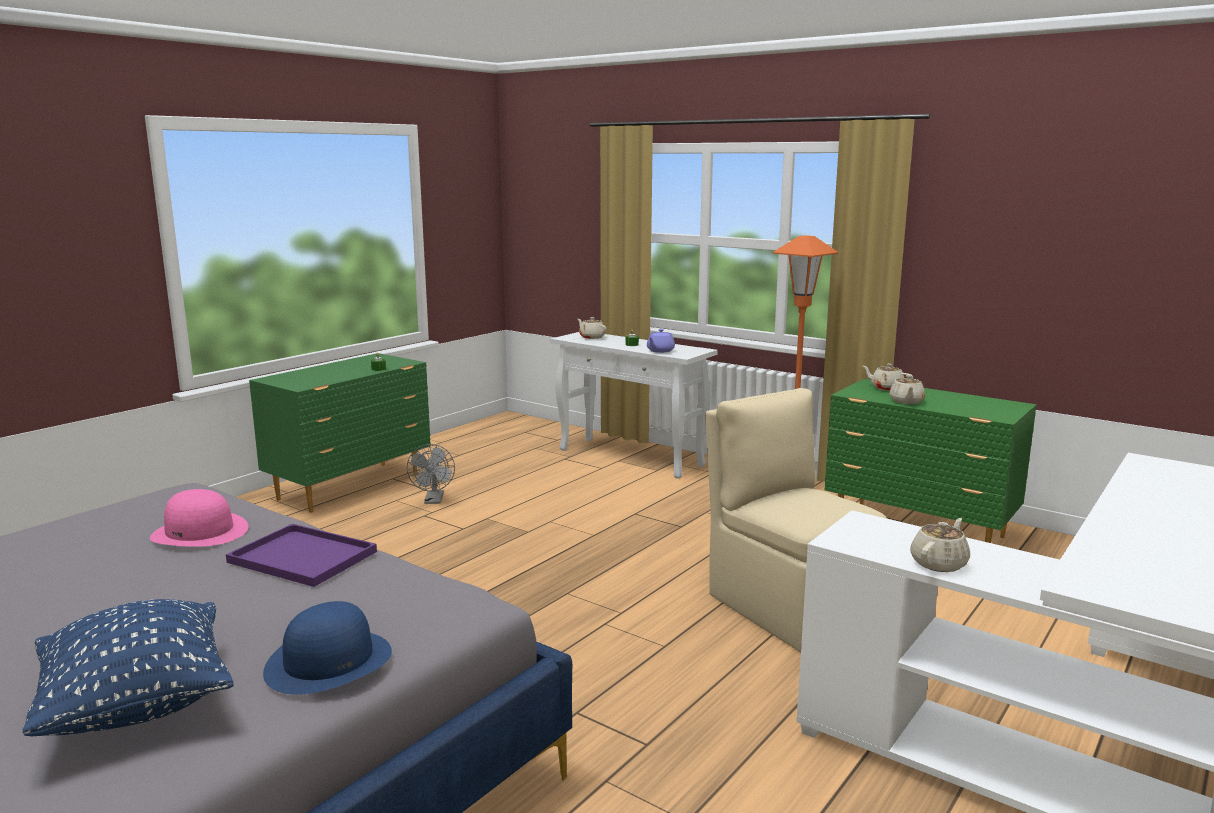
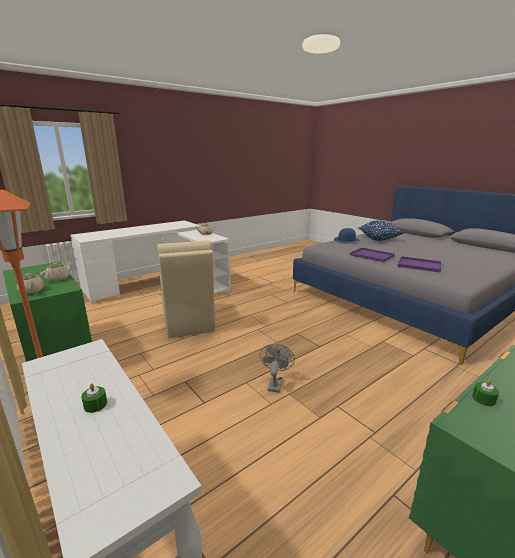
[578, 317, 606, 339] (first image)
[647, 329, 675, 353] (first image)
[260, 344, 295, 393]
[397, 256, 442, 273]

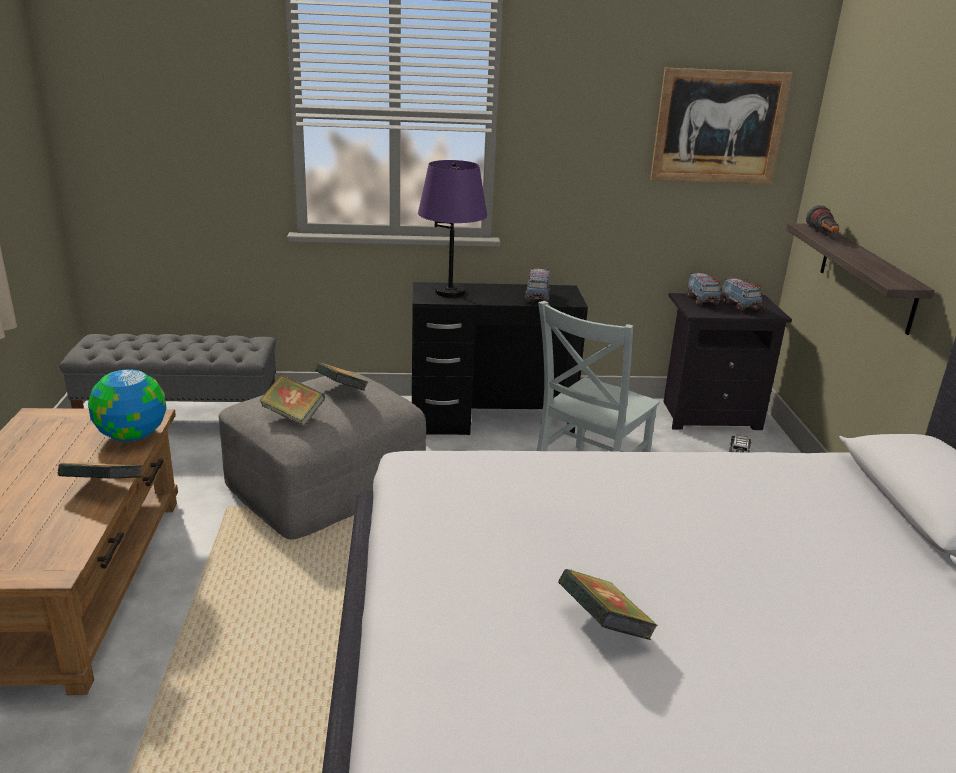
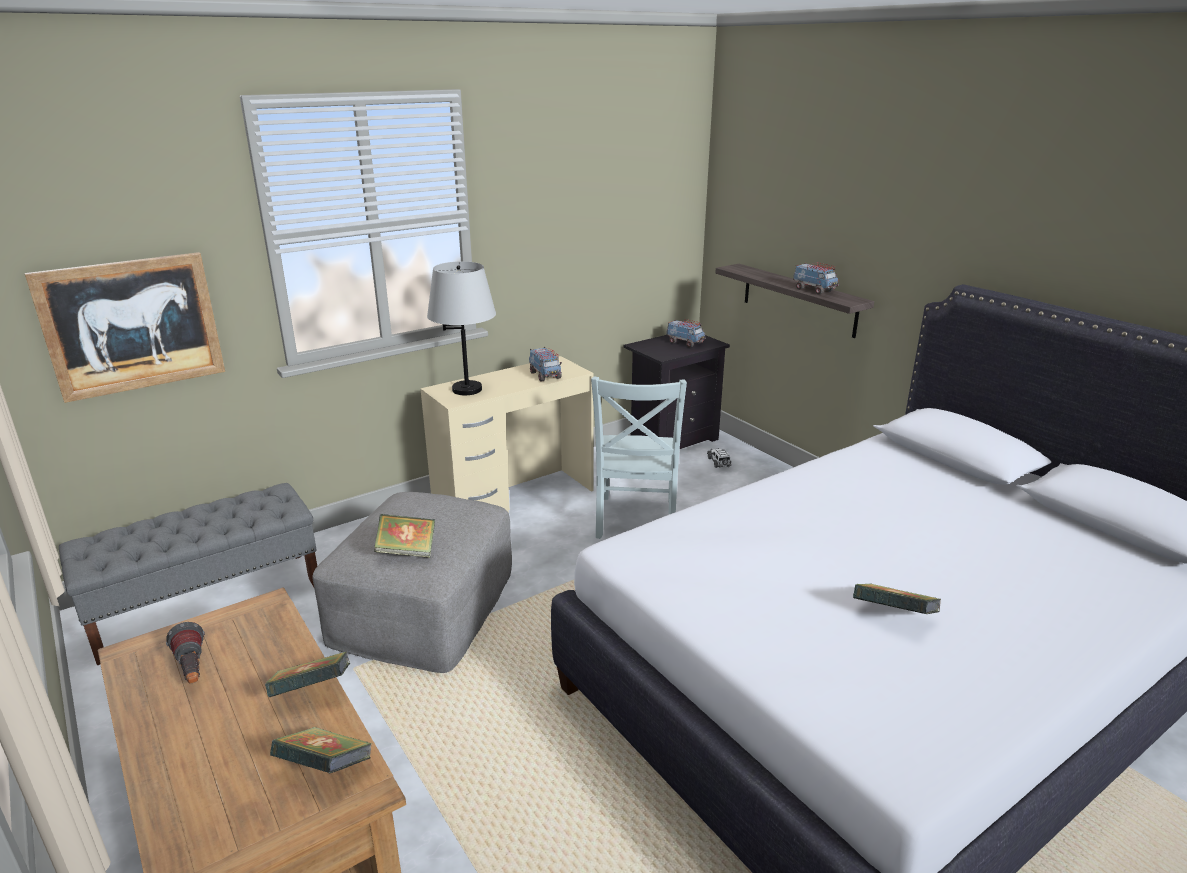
[88, 369, 167, 442] (first image)
[270, 727, 372, 774]
[25, 252, 225, 403]
[793, 263, 839, 295]
[166, 622, 205, 684]
[420, 356, 593, 513]
[427, 261, 496, 395]

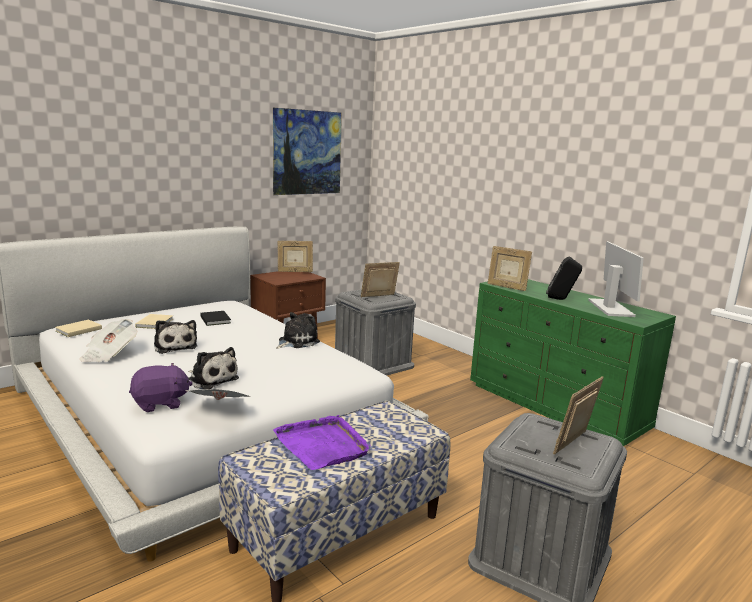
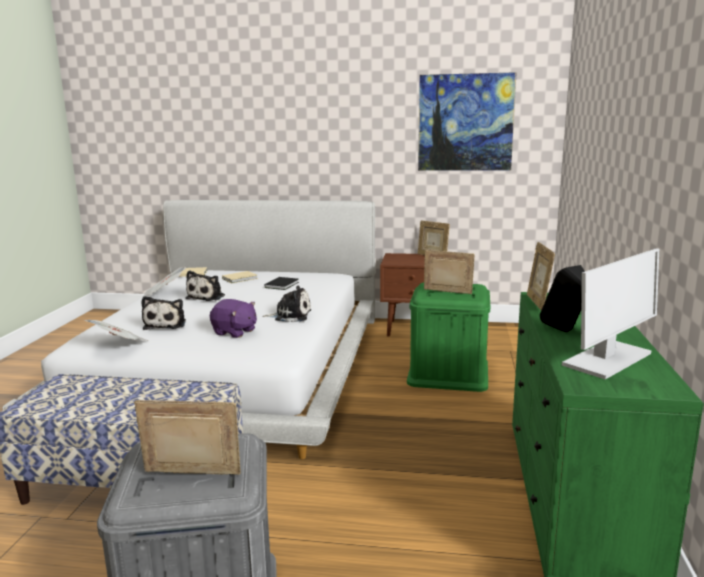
[273, 415, 370, 470] (first image)
[210, 299, 257, 338]
[407, 282, 490, 392]

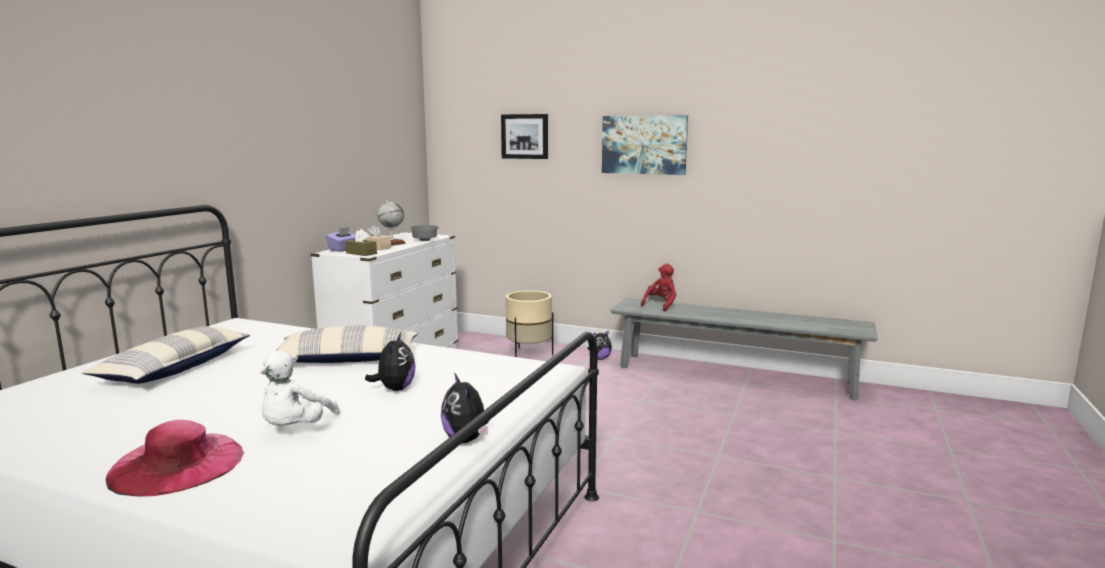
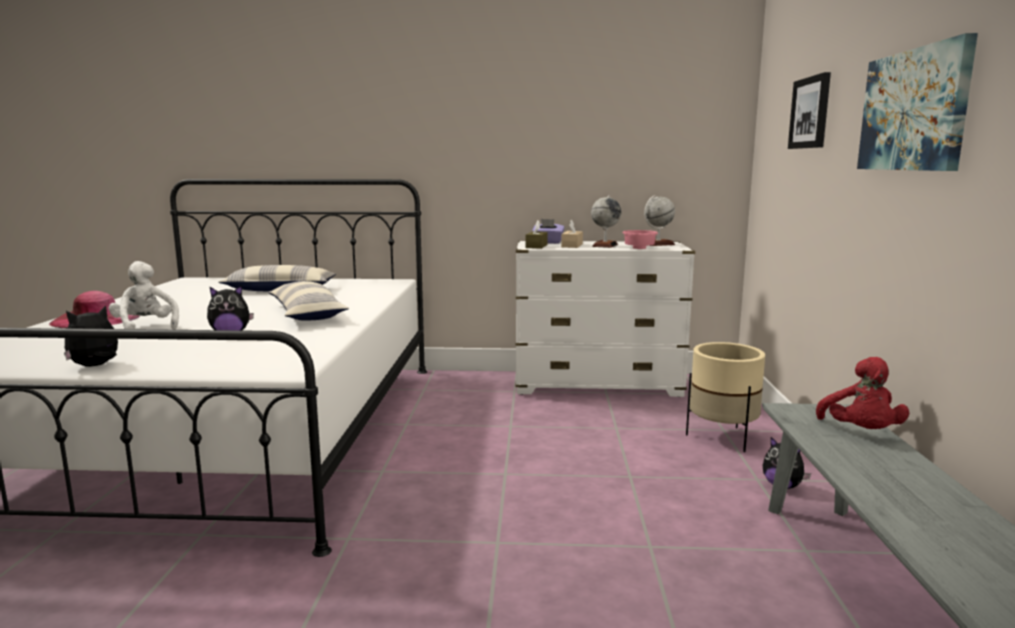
[644, 195, 675, 246]
[623, 230, 658, 249]
[109, 261, 179, 330]
[816, 357, 909, 429]

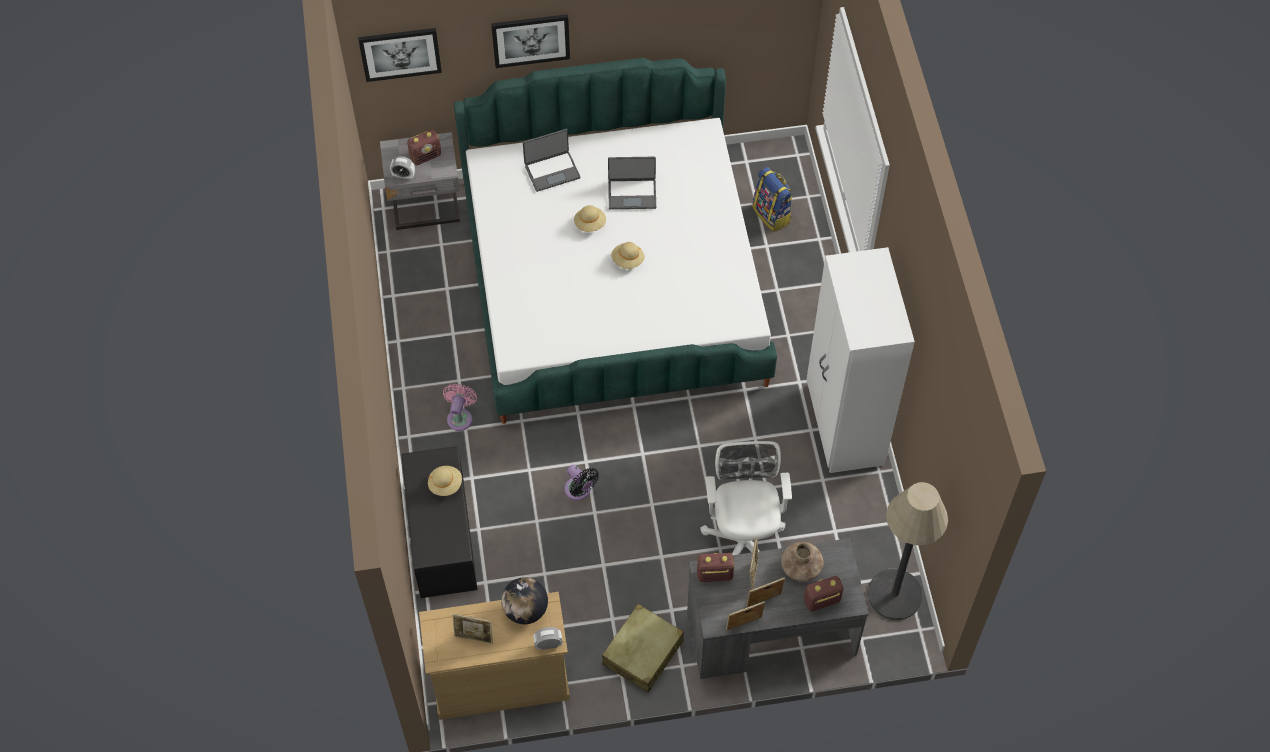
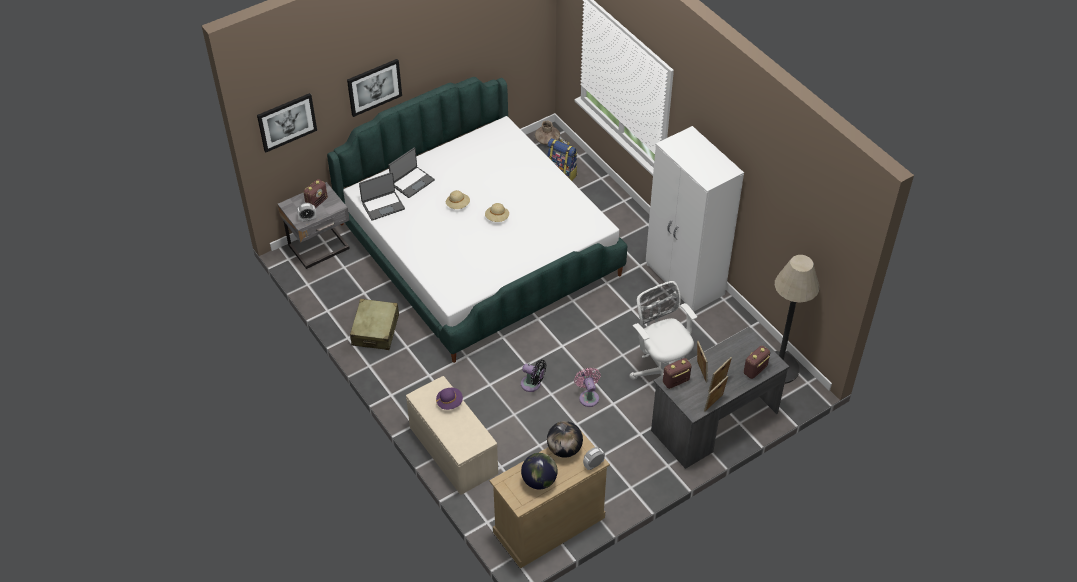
[574, 367, 601, 407]
[350, 299, 399, 350]
[359, 172, 405, 221]
[535, 121, 560, 145]
[521, 453, 558, 490]
[406, 376, 498, 495]
[436, 388, 463, 410]

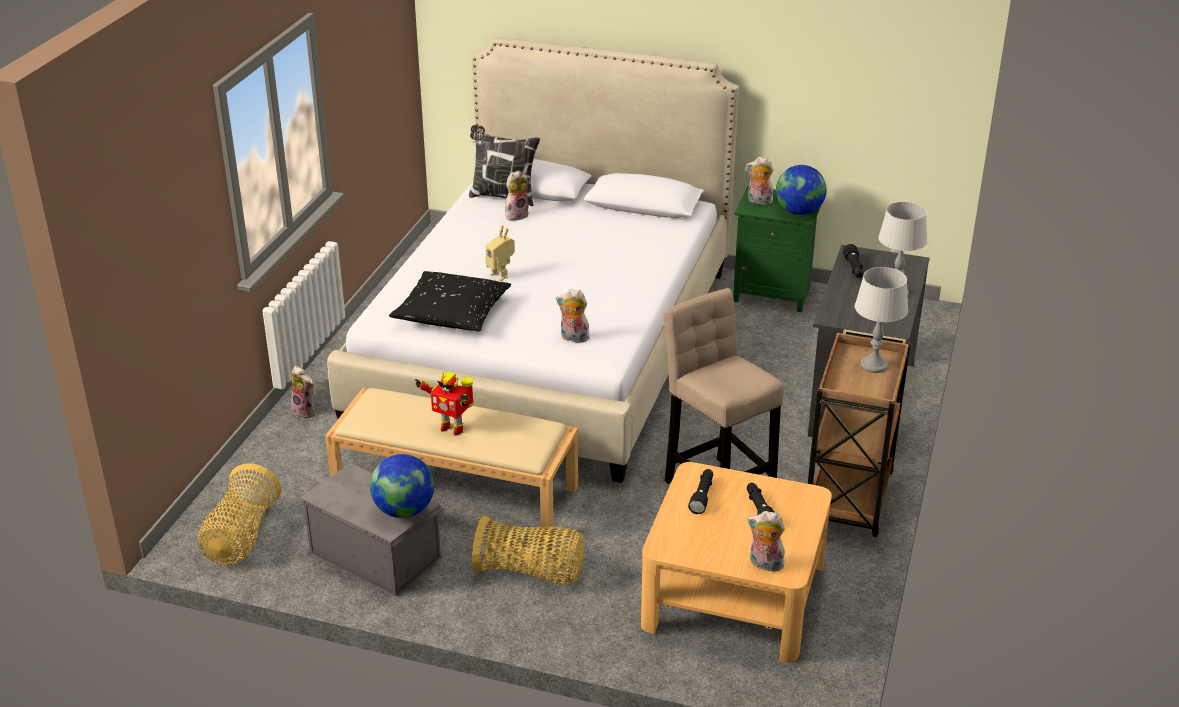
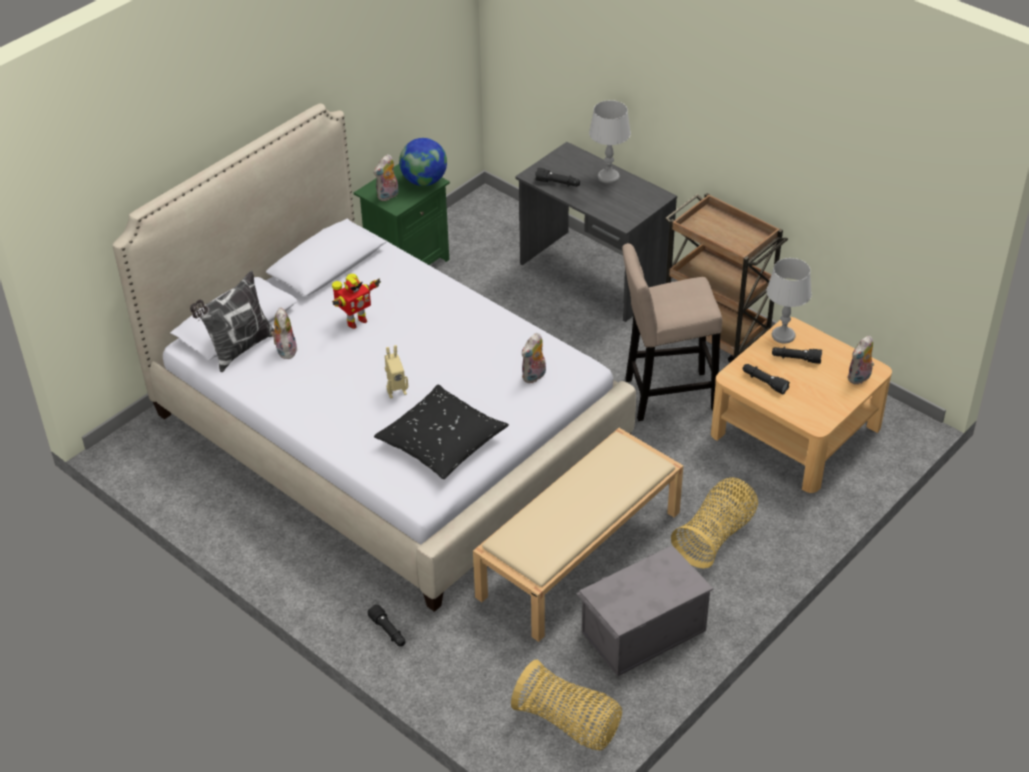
[370, 454, 434, 518] (first image)
[332, 274, 381, 329]
[766, 258, 812, 344]
[368, 604, 406, 647]

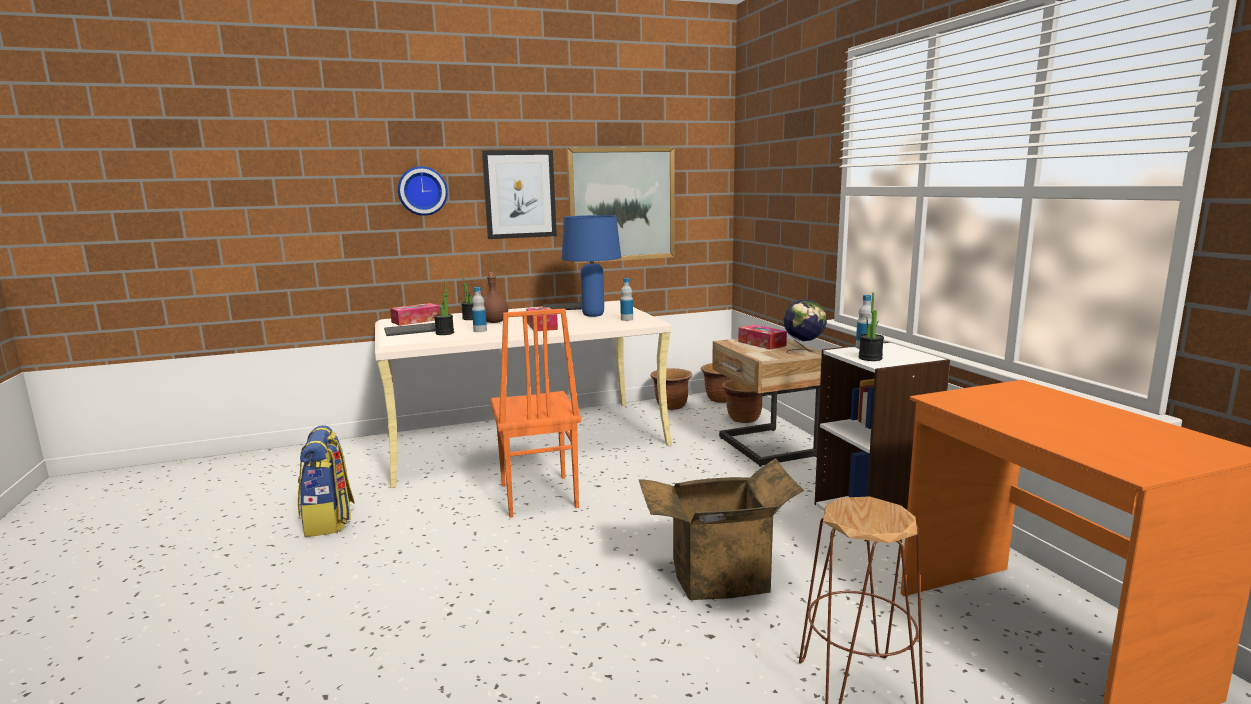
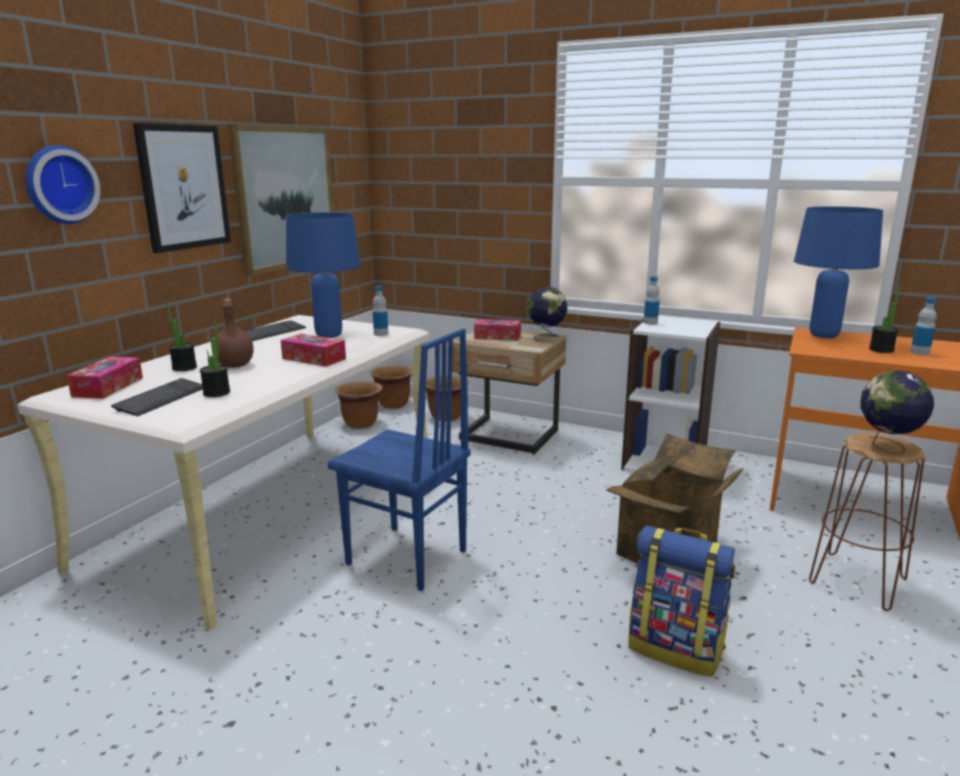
[794, 206, 883, 338]
[860, 371, 934, 454]
[628, 526, 735, 677]
[910, 297, 937, 355]
[869, 286, 900, 353]
[328, 328, 471, 591]

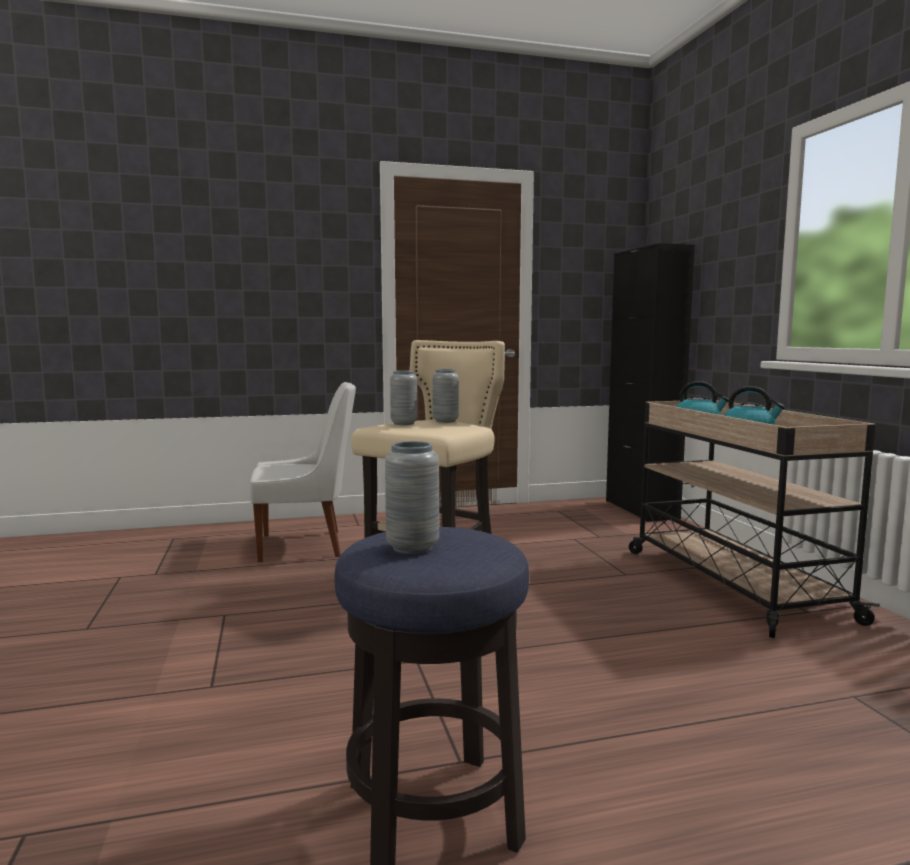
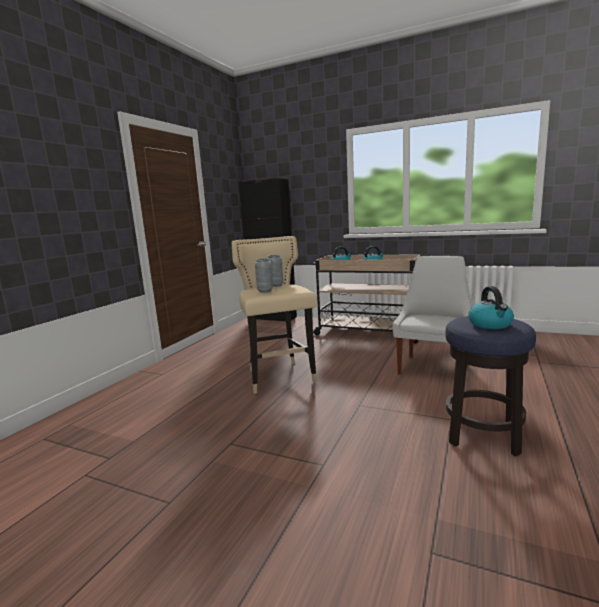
[392, 256, 471, 375]
[468, 286, 514, 329]

